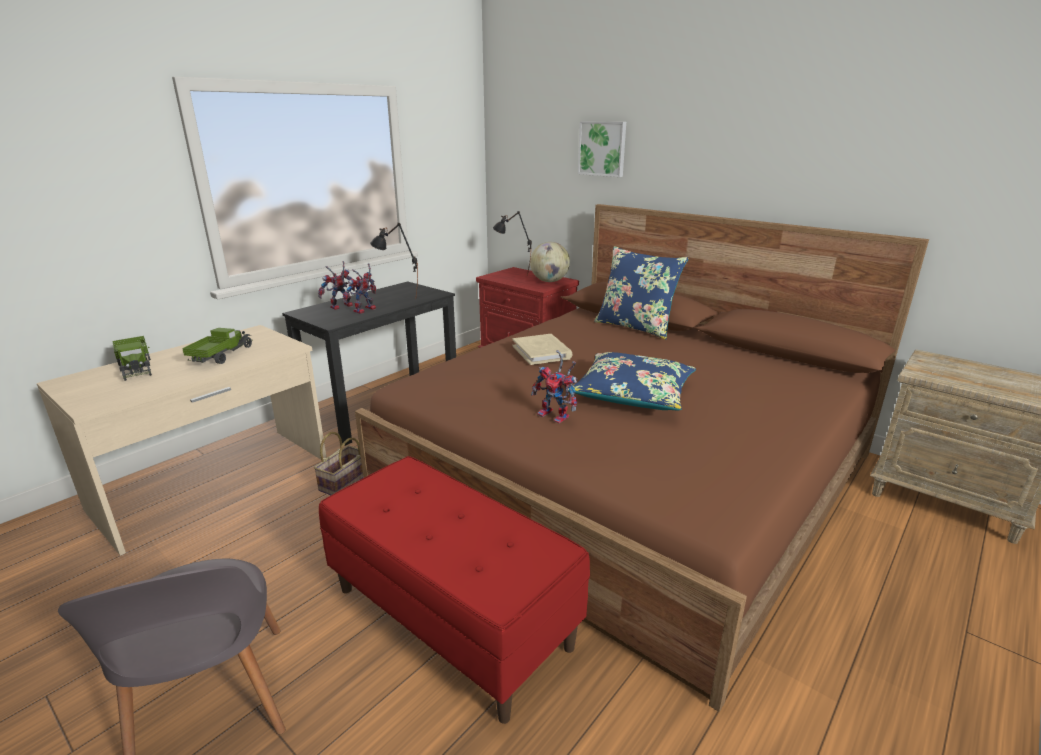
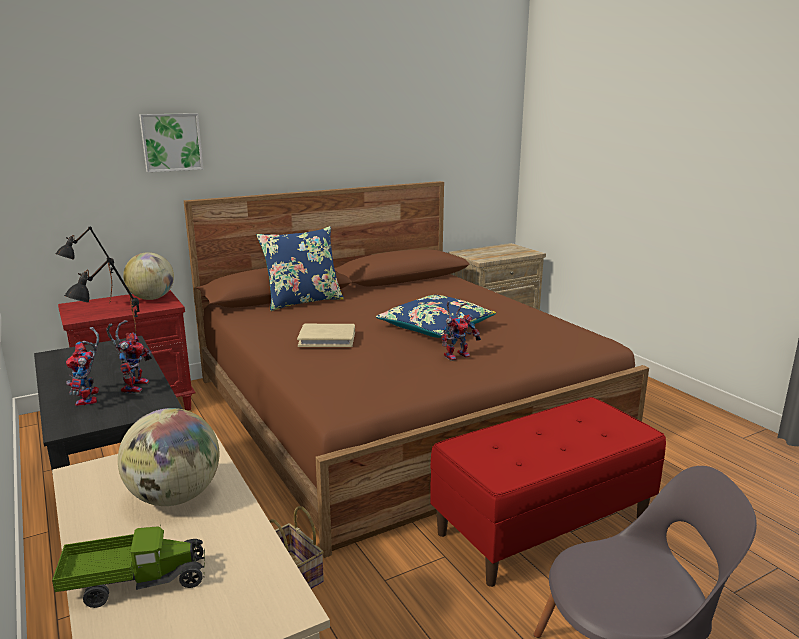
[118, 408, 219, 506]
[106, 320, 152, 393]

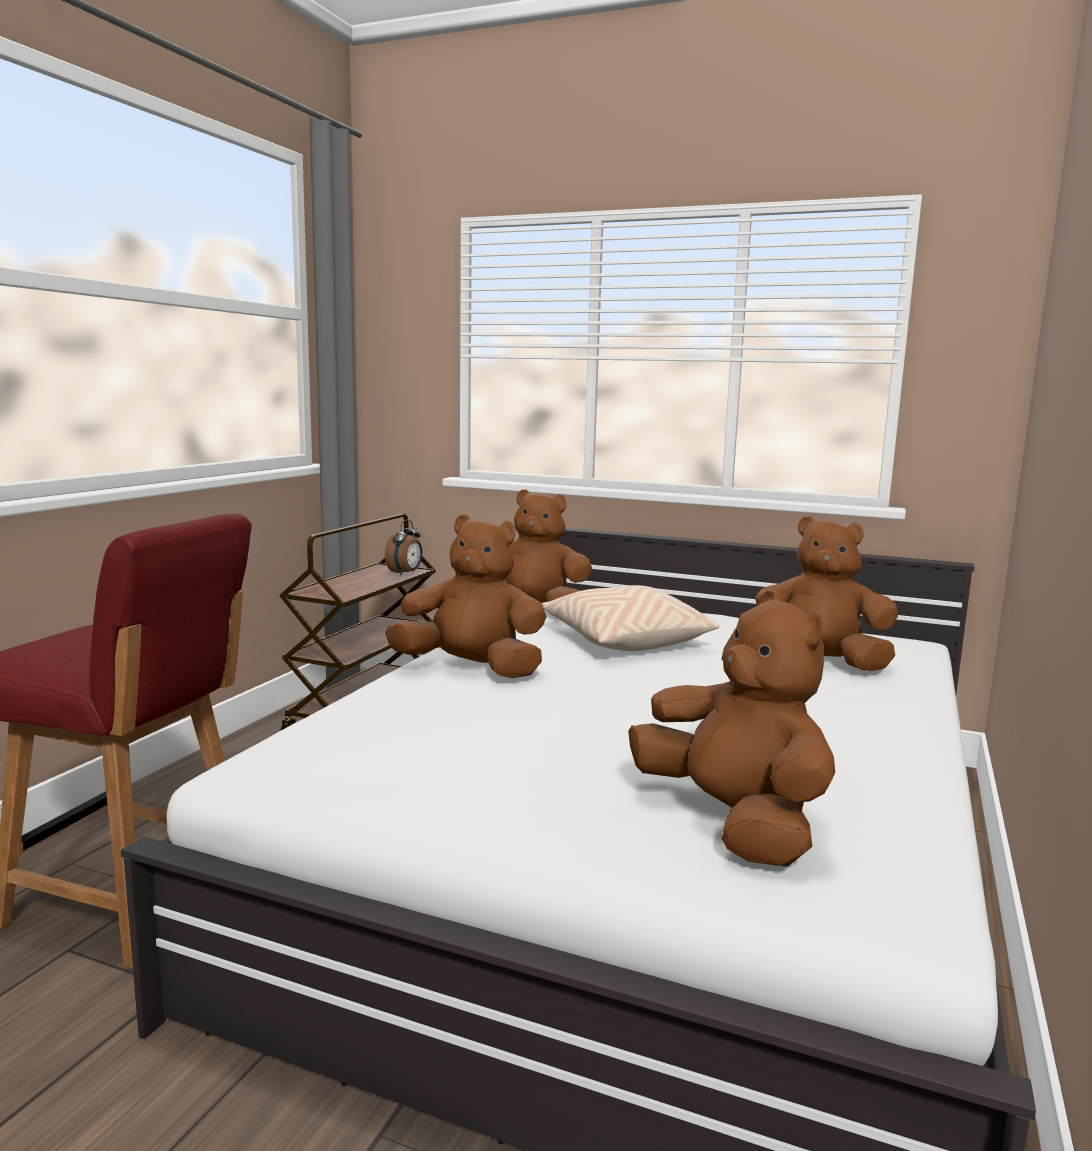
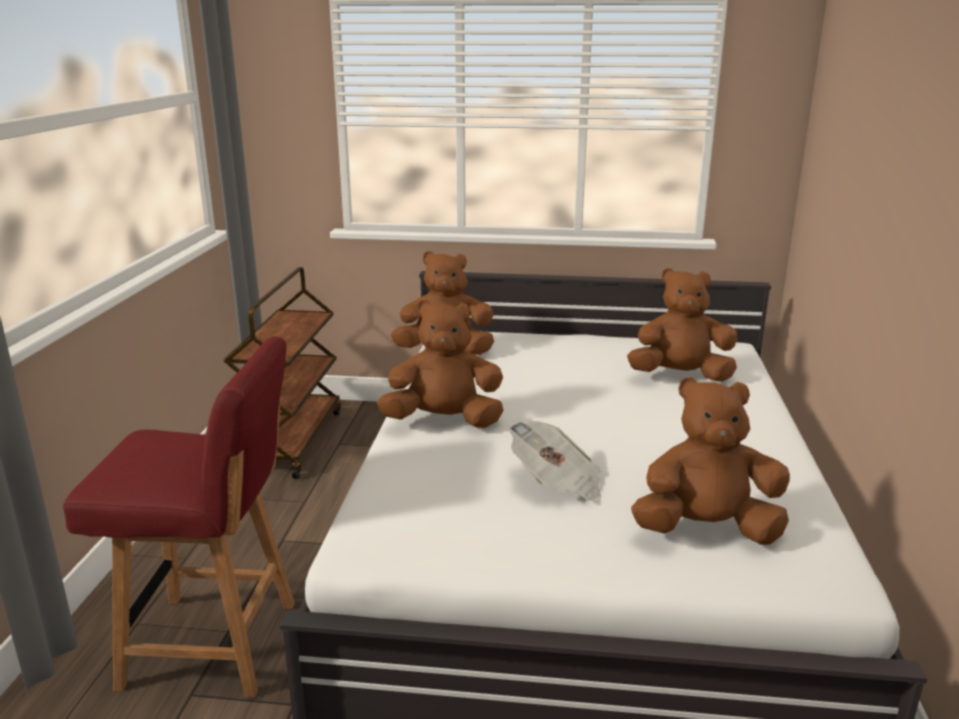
[385, 520, 422, 576] (first image)
[542, 585, 719, 651] (first image)
[509, 421, 601, 502]
[631, 377, 790, 545]

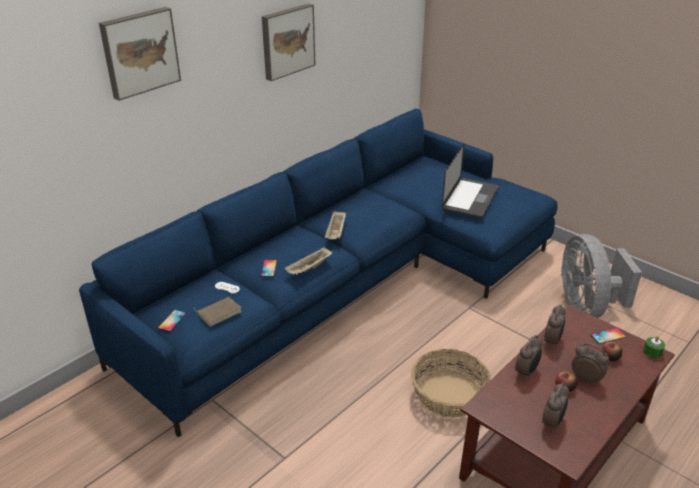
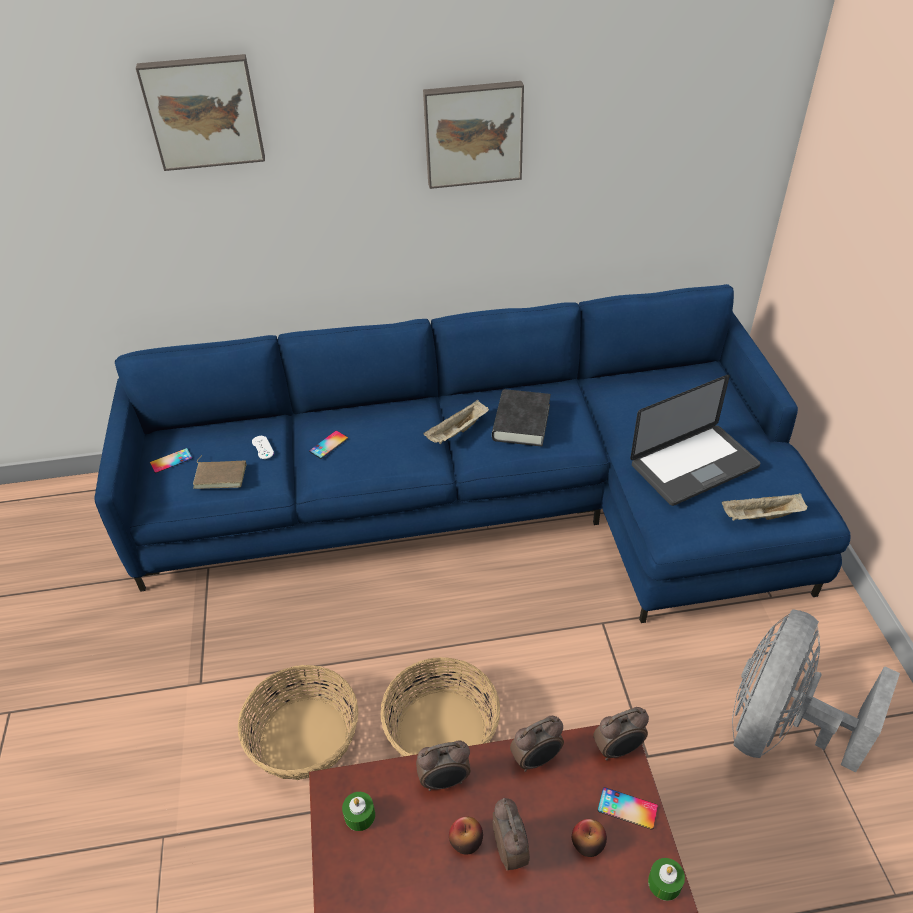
[238, 665, 358, 780]
[342, 792, 375, 831]
[492, 389, 551, 447]
[722, 493, 807, 521]
[593, 707, 649, 760]

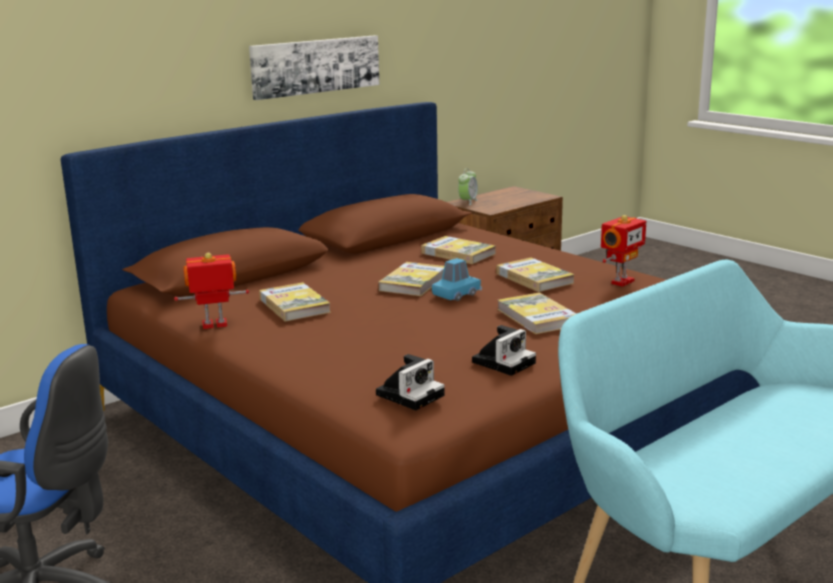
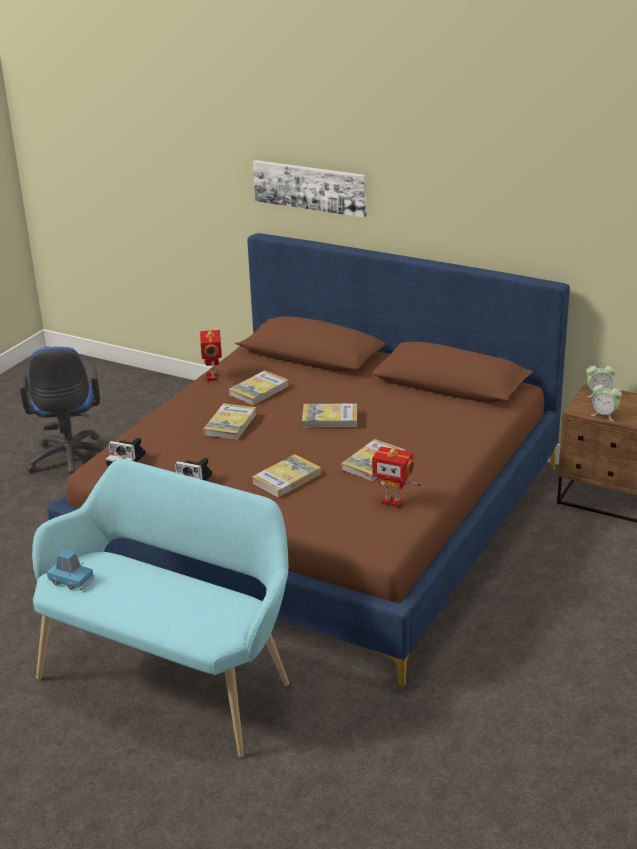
[591, 382, 622, 421]
[253, 160, 367, 218]
[203, 403, 256, 440]
[47, 550, 95, 591]
[200, 330, 222, 381]

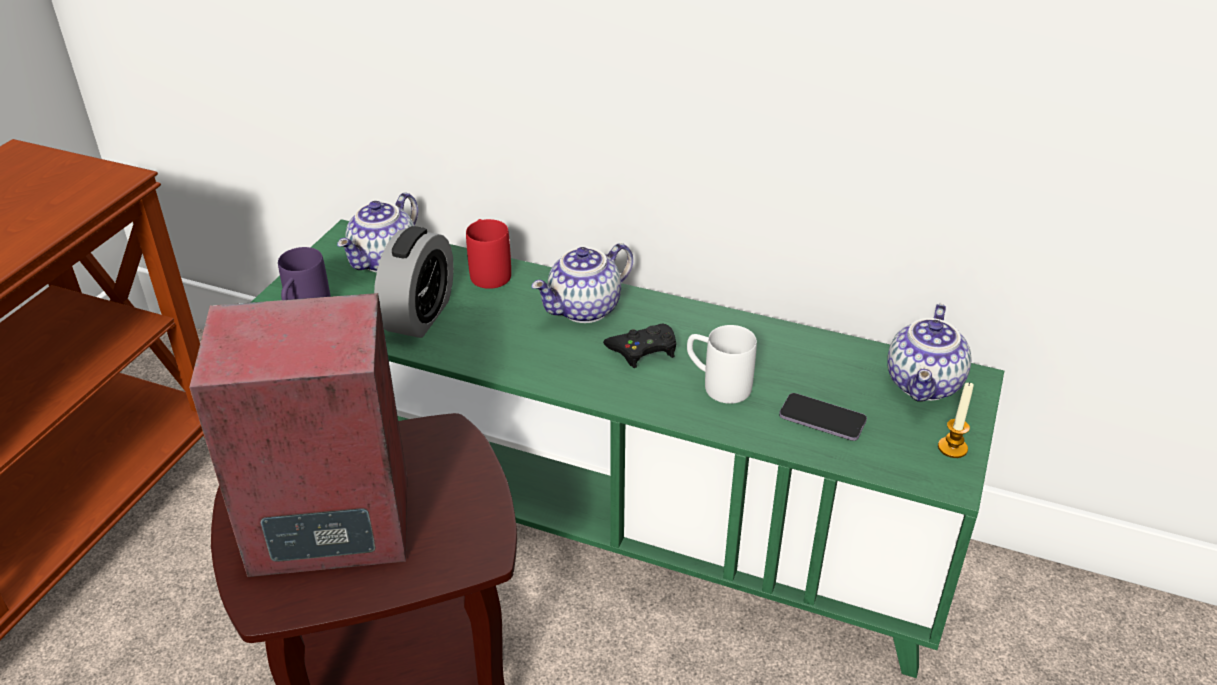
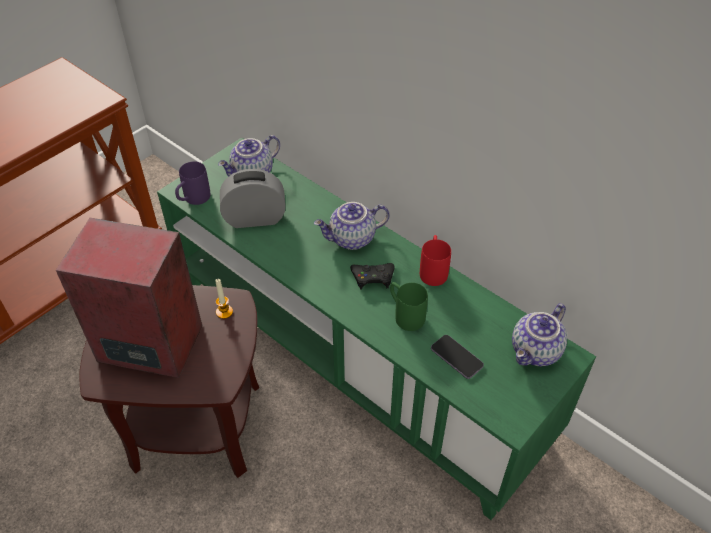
[420, 235, 451, 286]
[215, 279, 233, 319]
[390, 282, 428, 331]
[220, 169, 286, 228]

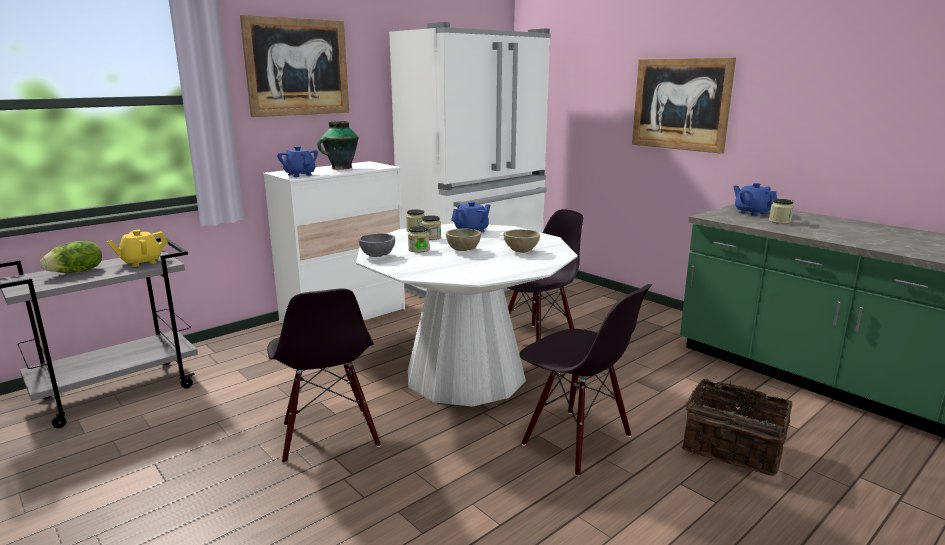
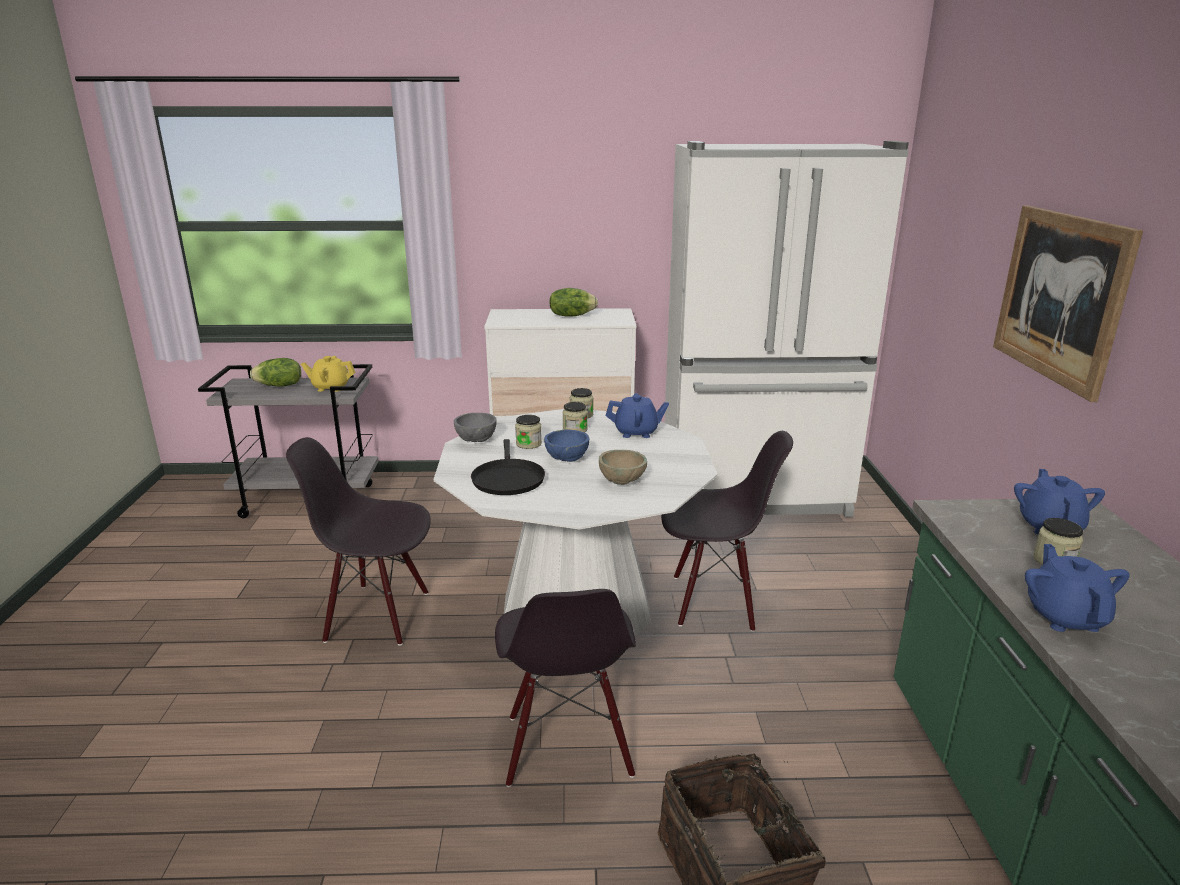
[240, 15, 349, 117] (first image)
[471, 439, 545, 495]
[1025, 544, 1130, 632]
[549, 288, 598, 317]
[544, 429, 589, 462]
[286, 437, 431, 646]

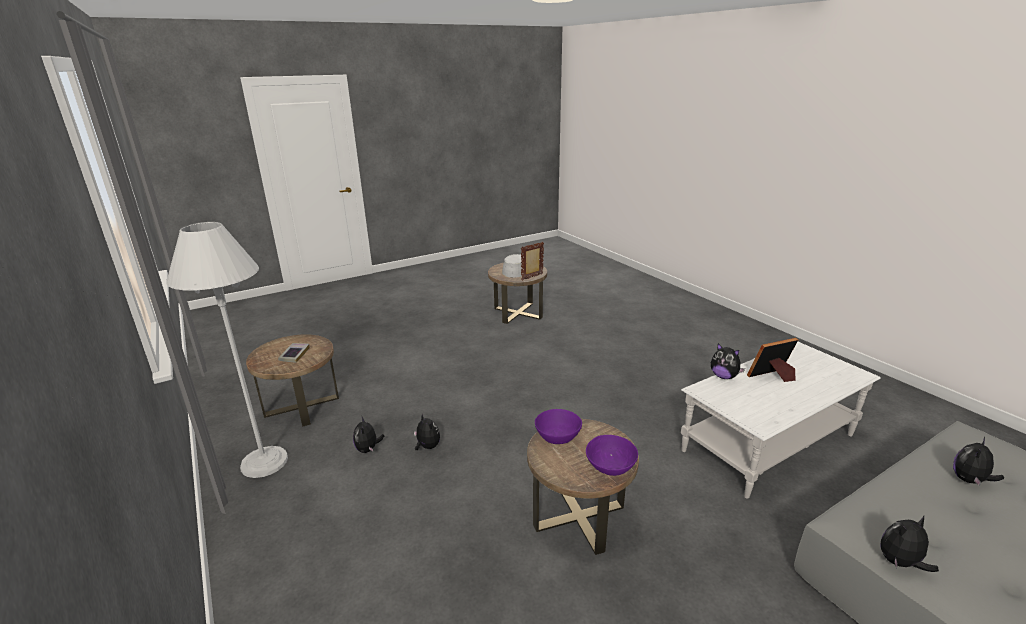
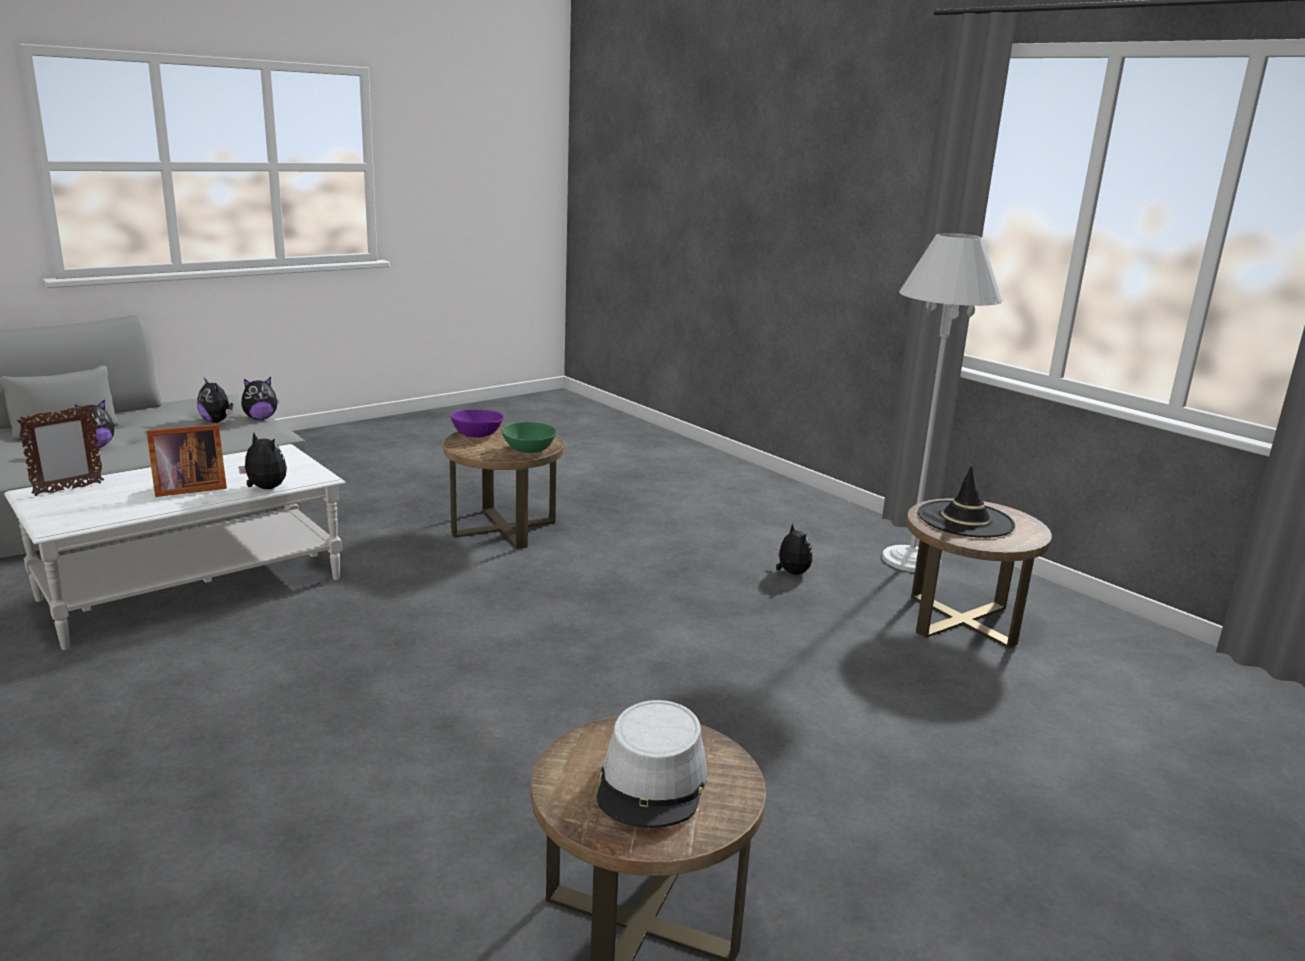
[197, 378, 233, 423]
[17, 405, 104, 496]
[918, 466, 1015, 538]
[502, 422, 556, 453]

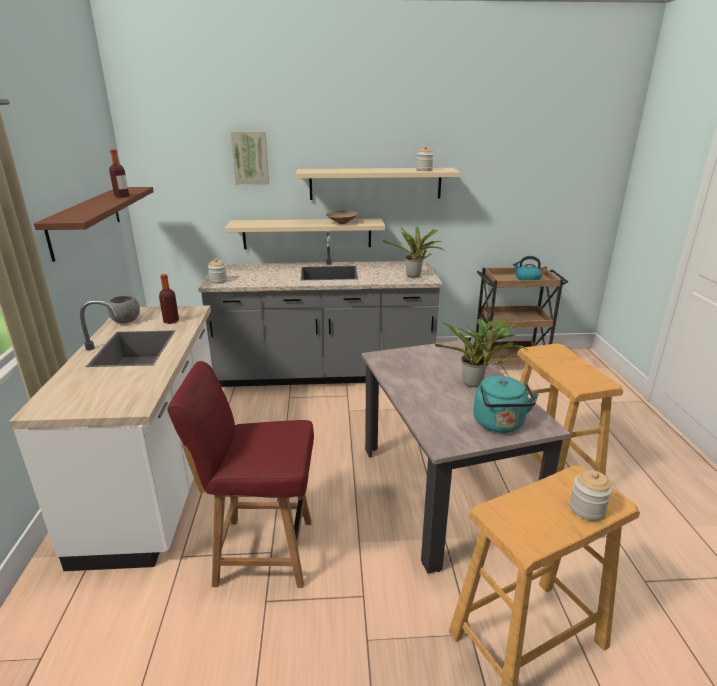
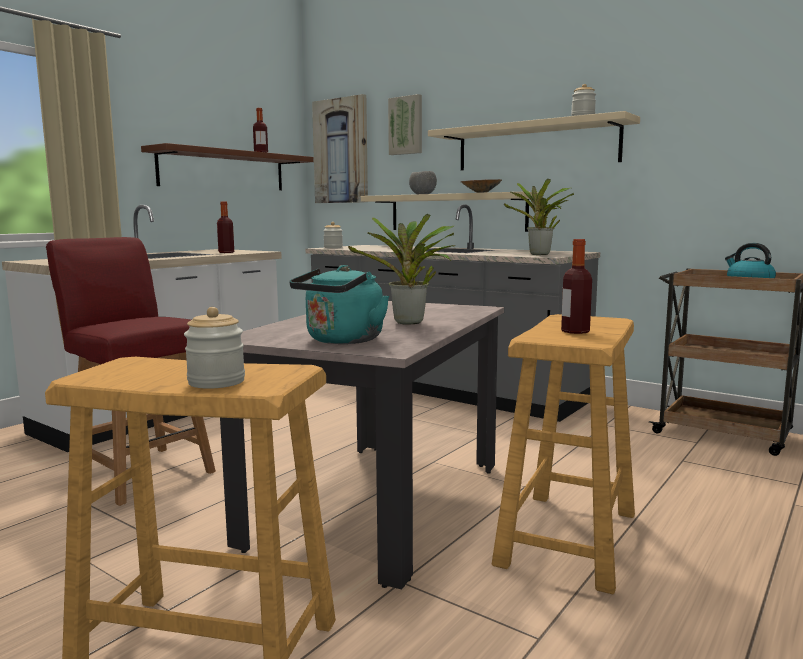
[312, 94, 368, 203]
[561, 239, 592, 334]
[409, 171, 437, 194]

